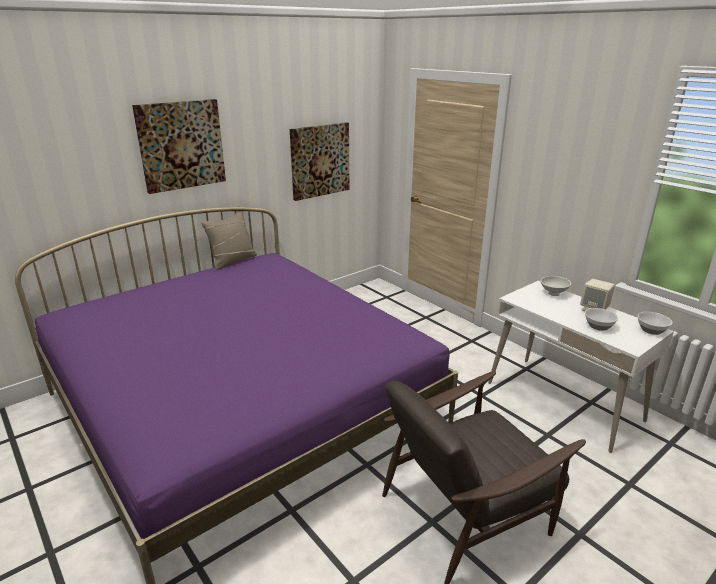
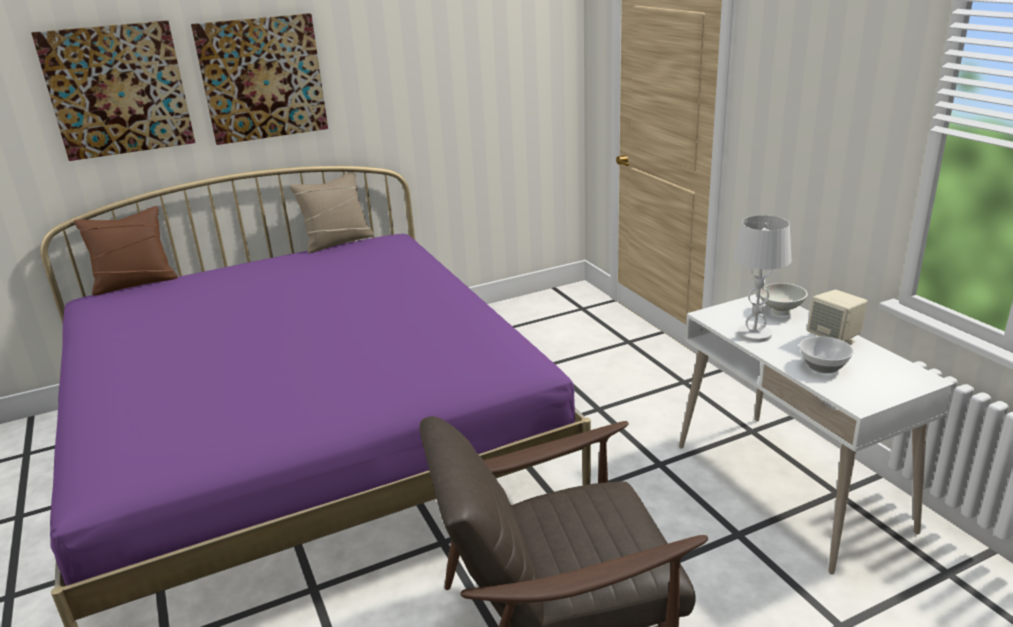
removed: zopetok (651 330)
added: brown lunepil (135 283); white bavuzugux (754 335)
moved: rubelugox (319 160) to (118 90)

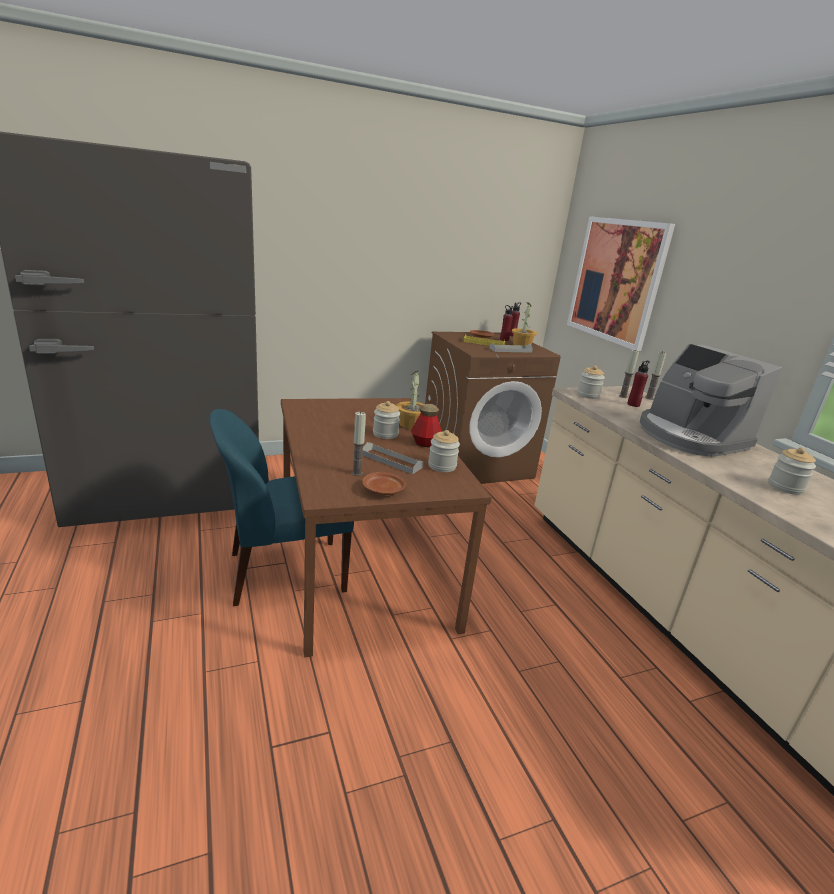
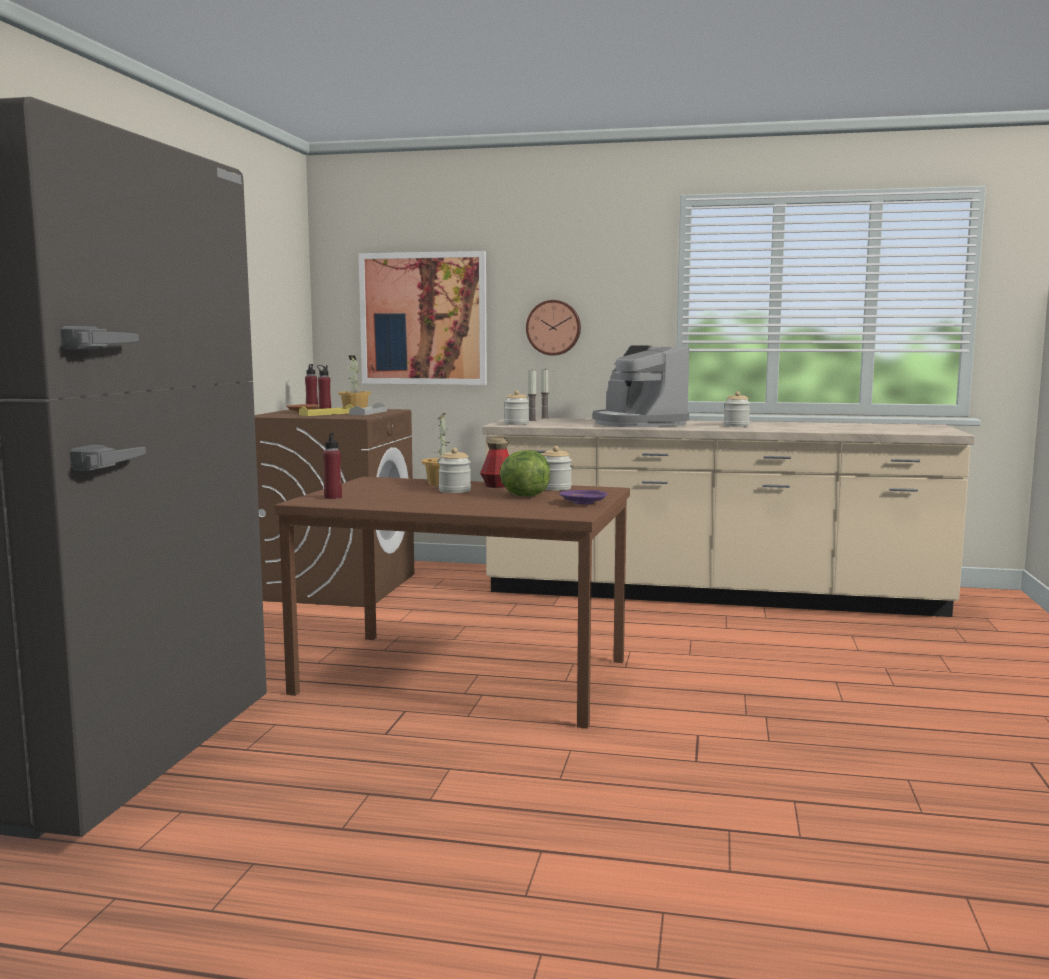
removed: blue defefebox (284 572); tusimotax (357 473)
added: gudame (553 327)
moved: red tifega (633 404) to (333 497)
replaced: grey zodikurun (391 461) to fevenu (523 496)
recoloured: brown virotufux (383 490) to purple virotufux (584 503)
turned: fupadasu (689 437) = (636 423) 60 degrees clockwise

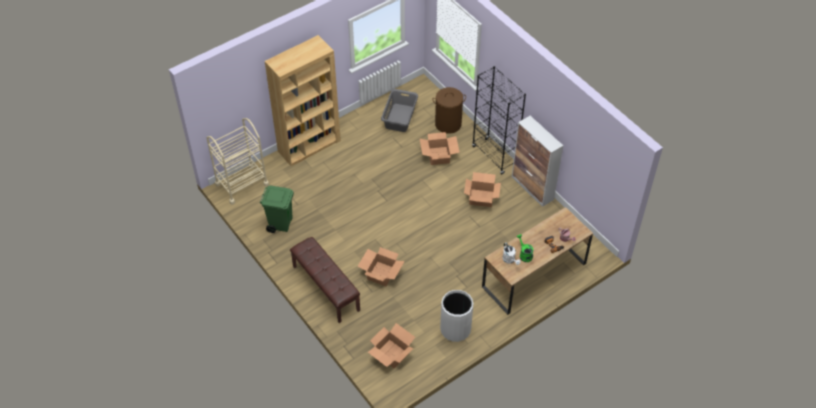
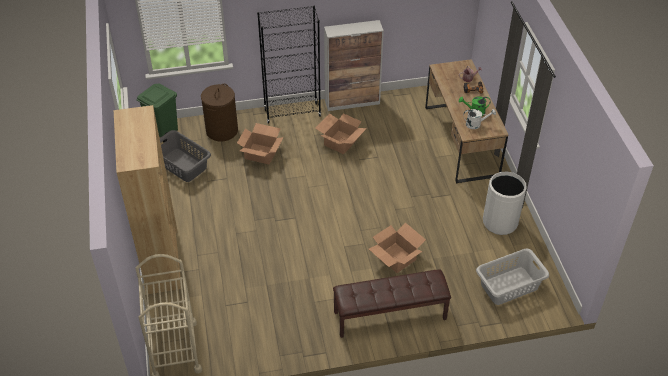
moved: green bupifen (280 223) to (163 132)
replaced: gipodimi (391 354) to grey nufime (509 286)

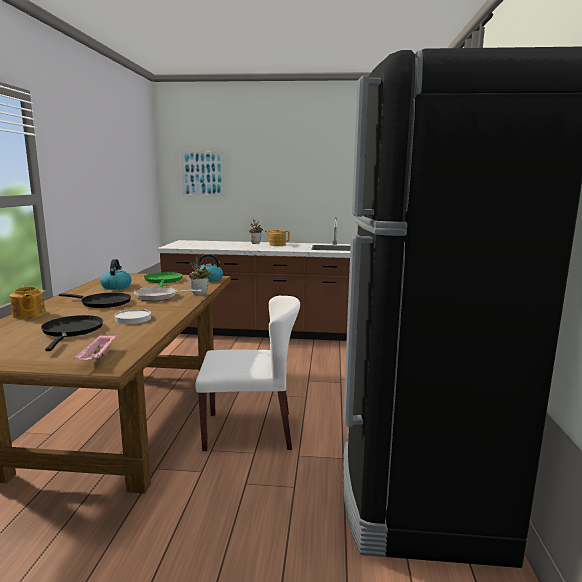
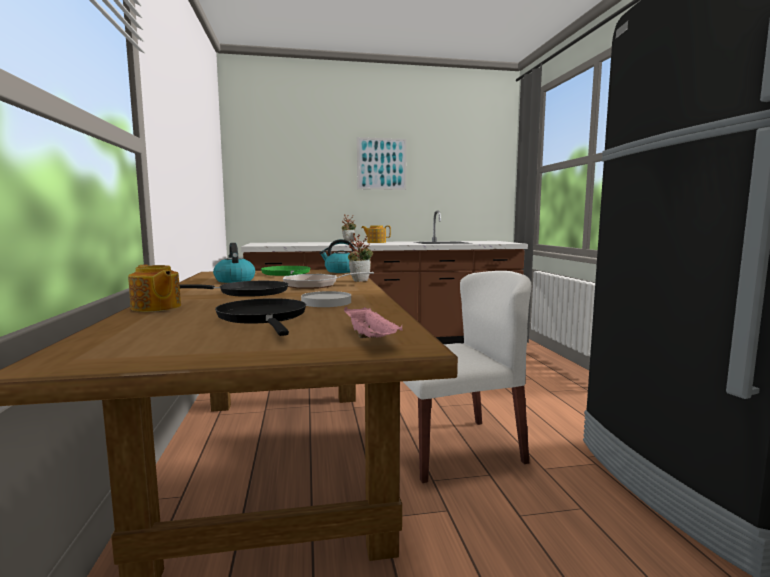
moved: rubelugox (202 174) to (381 164)

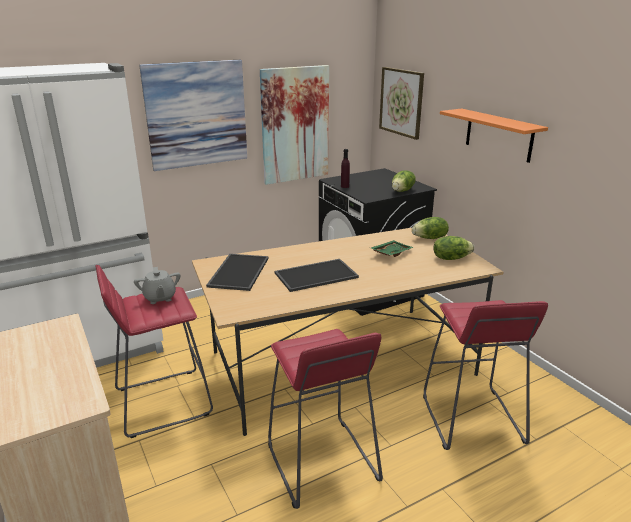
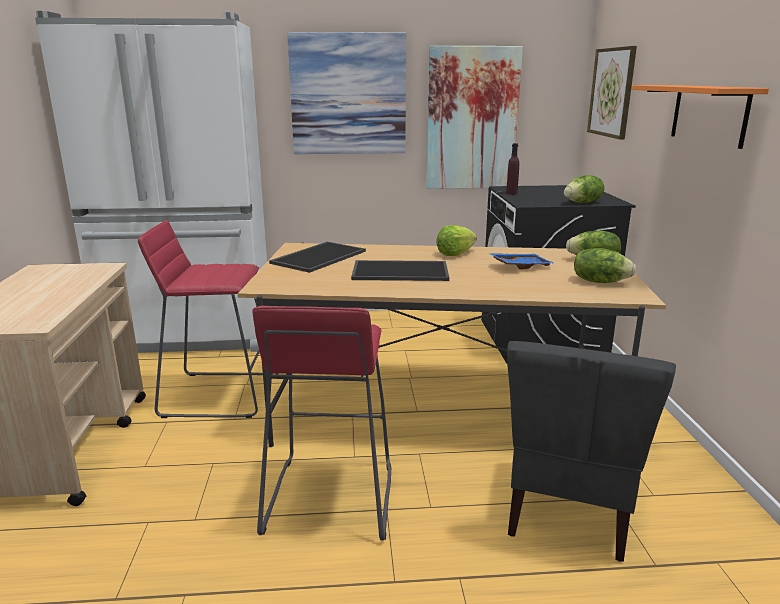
removed: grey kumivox (160 298)
added: fevenu (455 254)
replaced: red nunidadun (471 419) to grey defefebox (568 510)
recoloured: green zodikurun (390 253) to blue zodikurun (520 266)

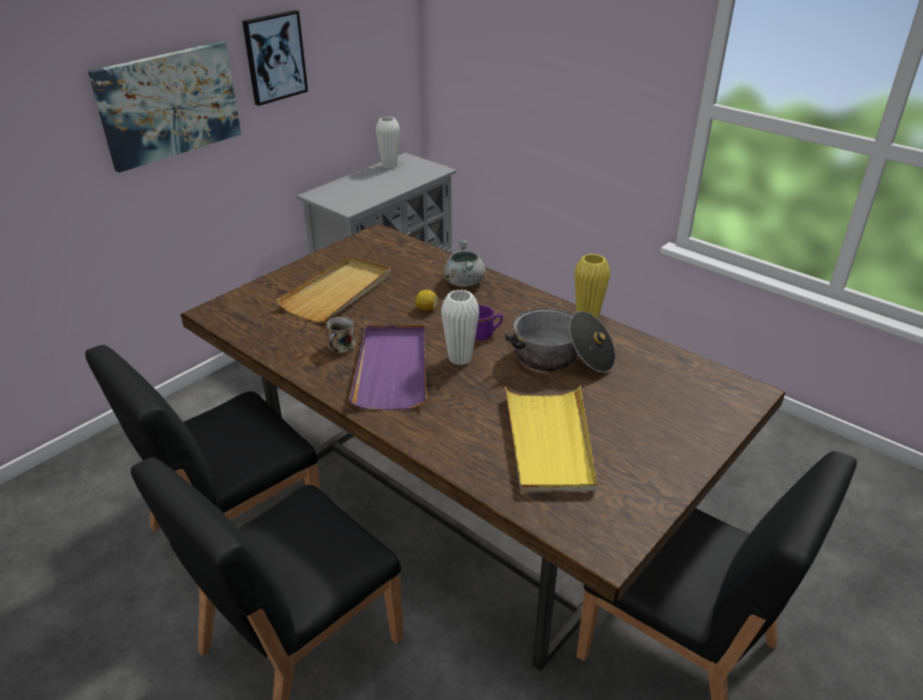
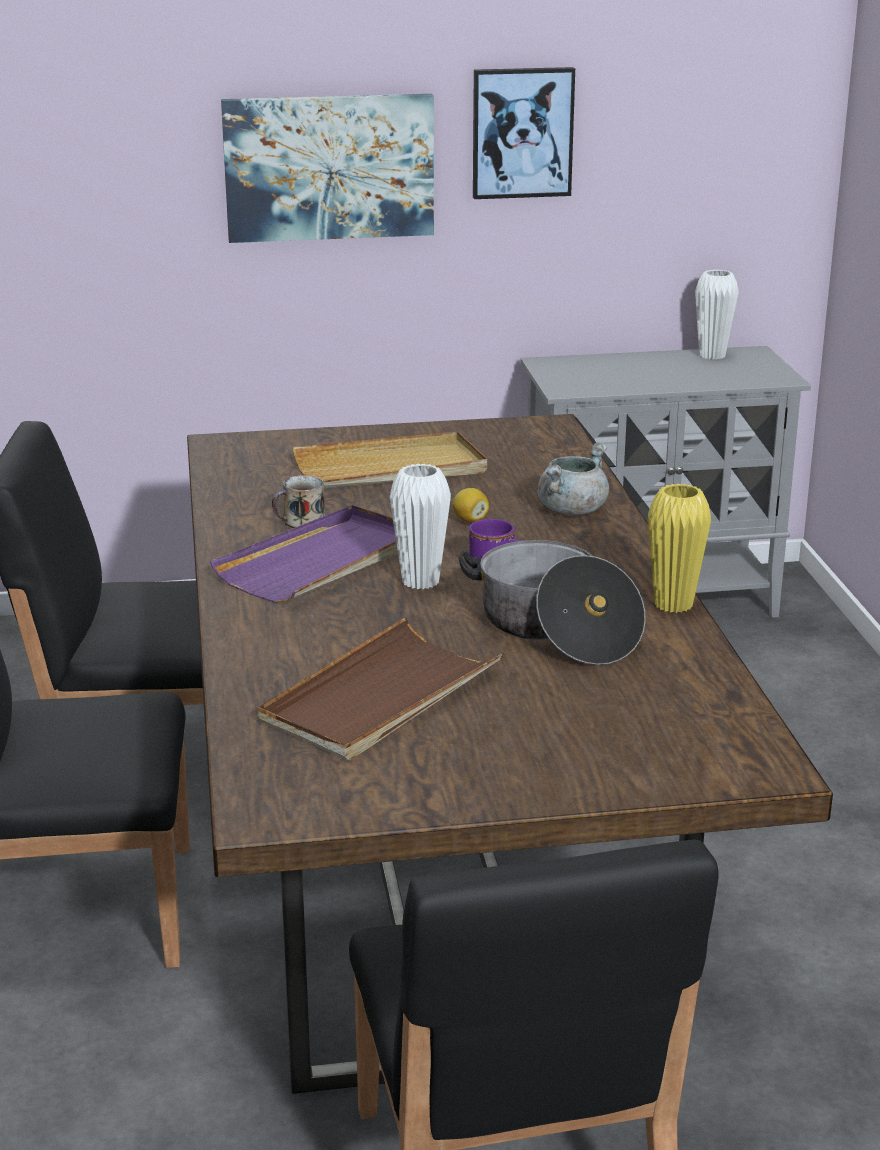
recoloured: yellow zodikurun (549 442) to brown zodikurun (380 697)

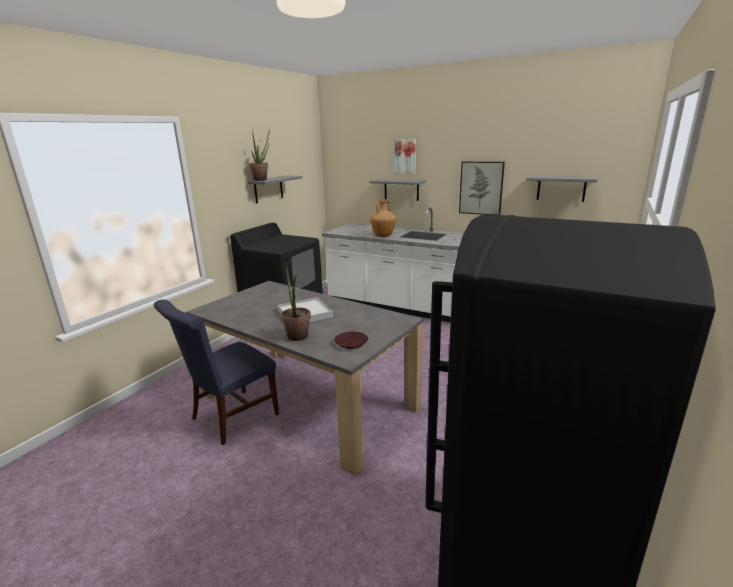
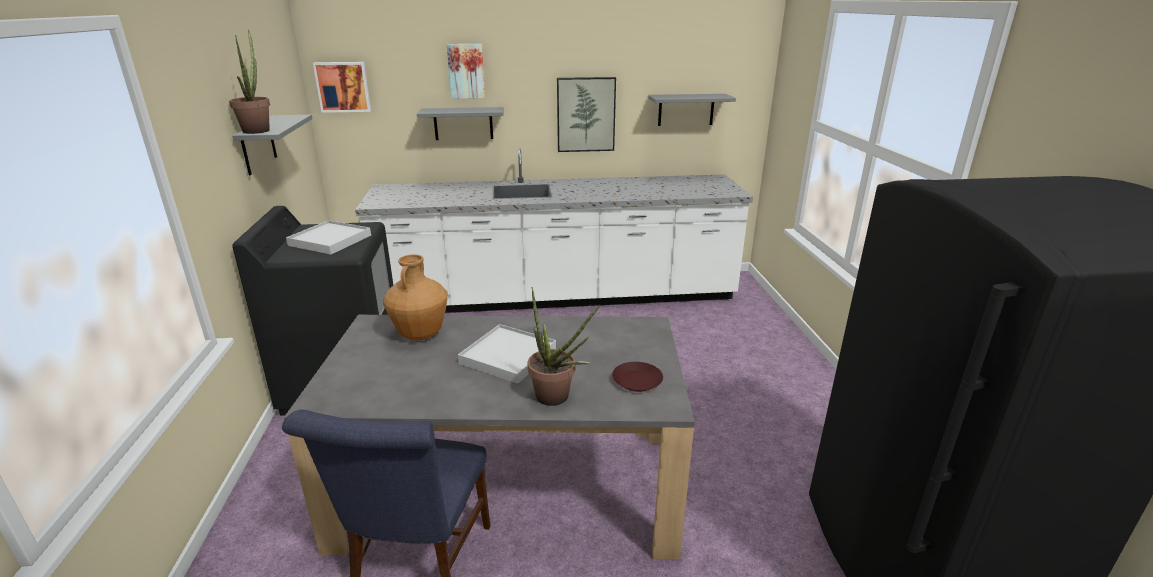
added: white zodikurun (330 240); rubelugox (343 87)
moved: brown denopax (383 236) to (420 335)

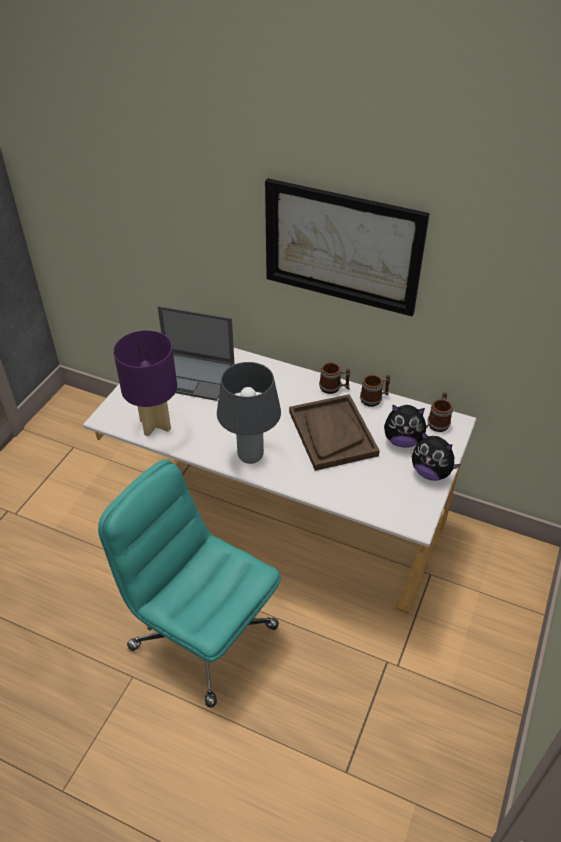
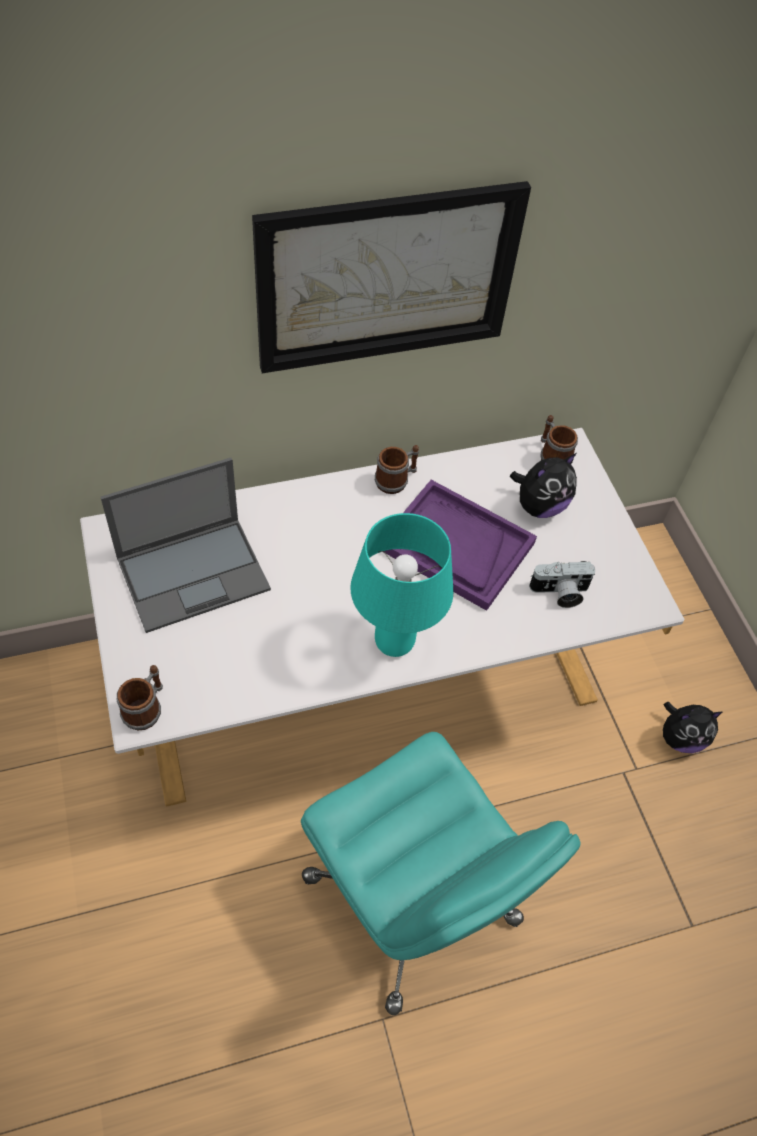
removed: purple bavuzugux (156 425)
added: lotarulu (560 593)
moved: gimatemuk (374 399) to (146 708); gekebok (431 472) to (680 738)
recoloured: grey bavuzugux (250 455) to turquoise bavuzugux (393 641); brown zodikurun (332 433) to purple zodikurun (456 546)
turned: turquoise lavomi (202 636) = (413 901) 120 degrees counterclockwise

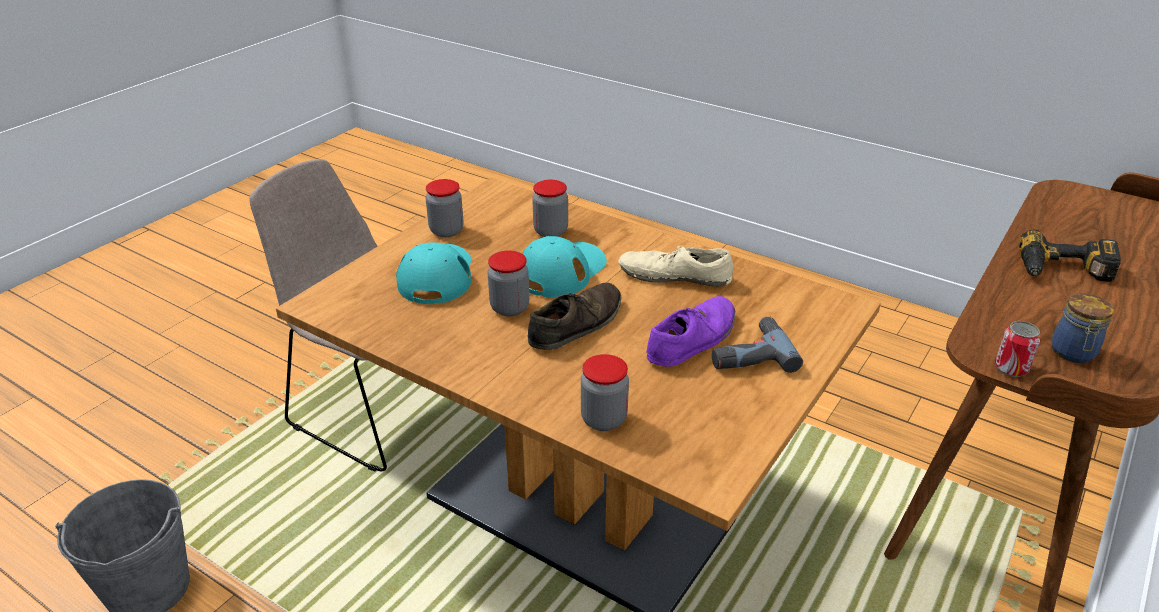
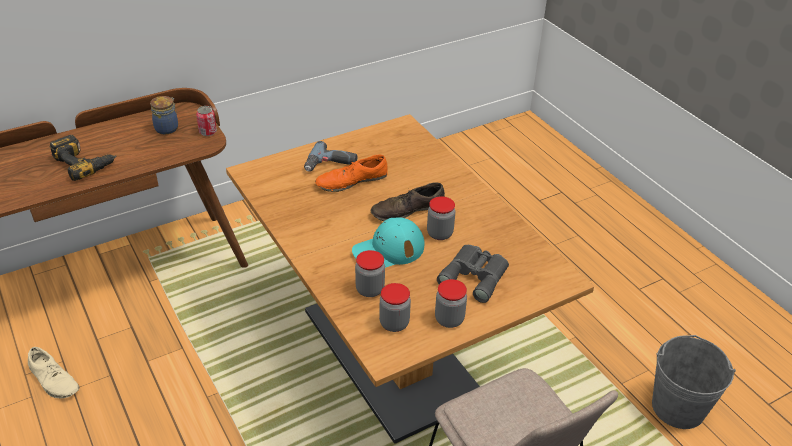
moved: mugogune (603 419) to (394 323); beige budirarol (674 275) to (54 380)
replaced: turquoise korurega (436 276) to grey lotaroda (475 275)
recoloured: purple budirarol (692 339) to orange budirarol (351 181)

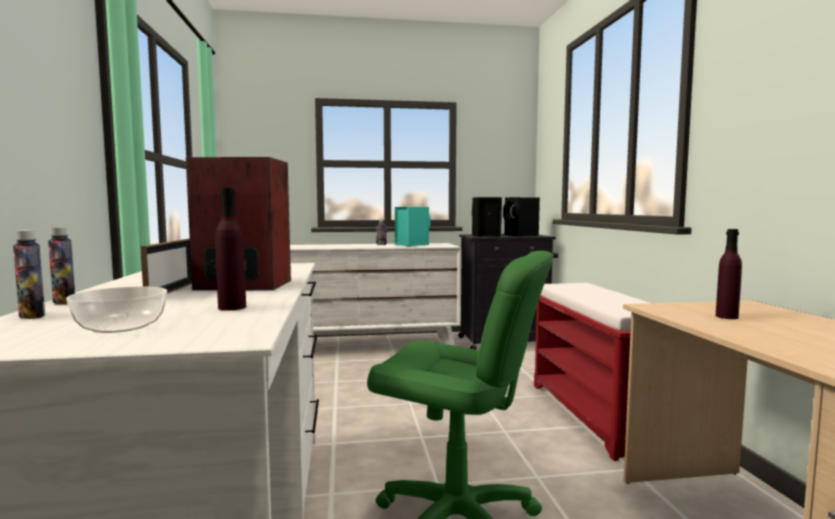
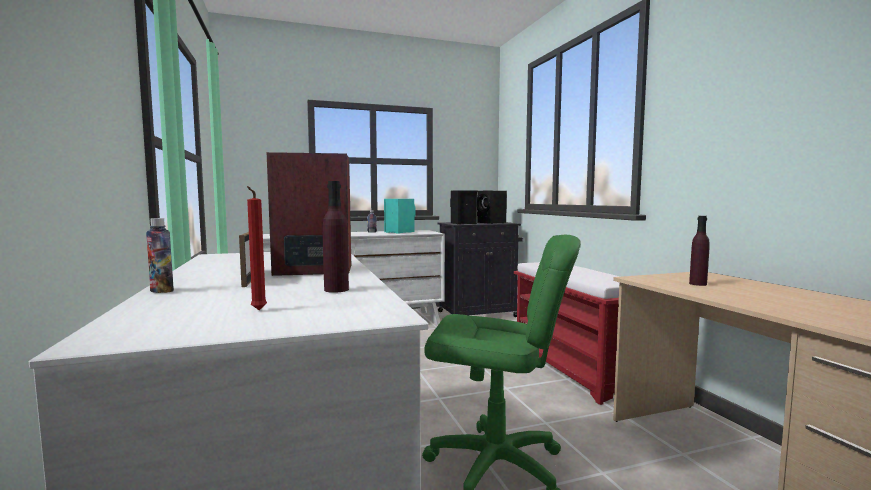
removed: tifega (32 316)
replaced: zopetok (119 327) to red tusimotax (257 311)

